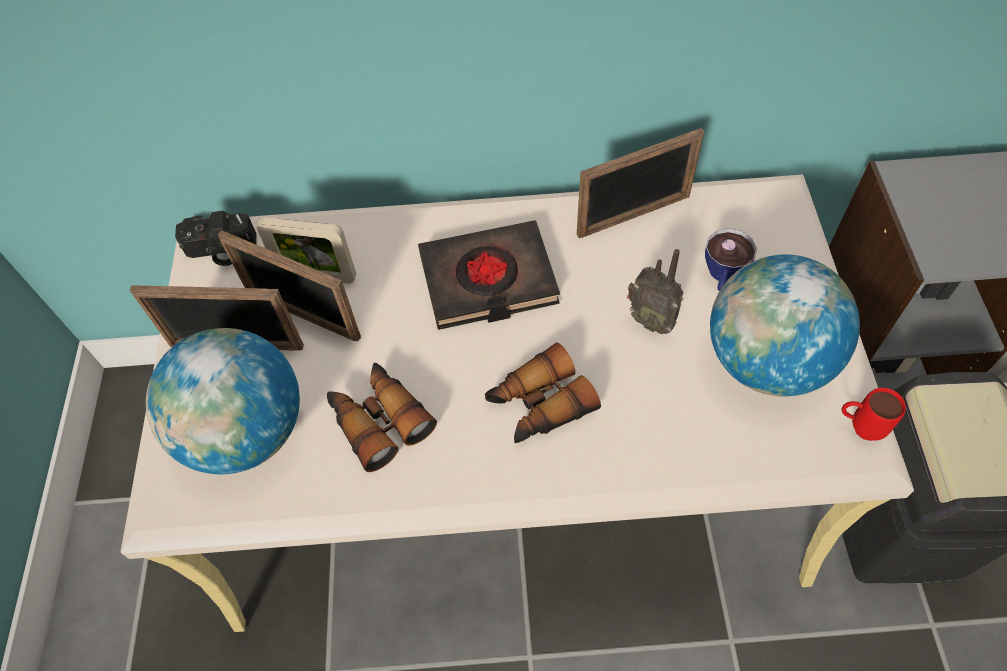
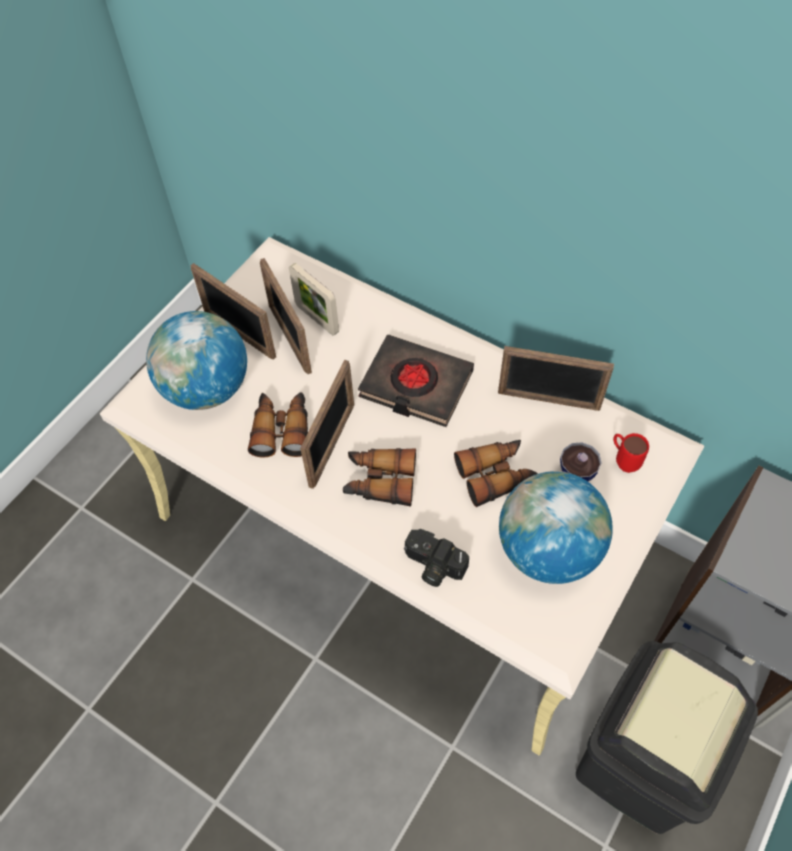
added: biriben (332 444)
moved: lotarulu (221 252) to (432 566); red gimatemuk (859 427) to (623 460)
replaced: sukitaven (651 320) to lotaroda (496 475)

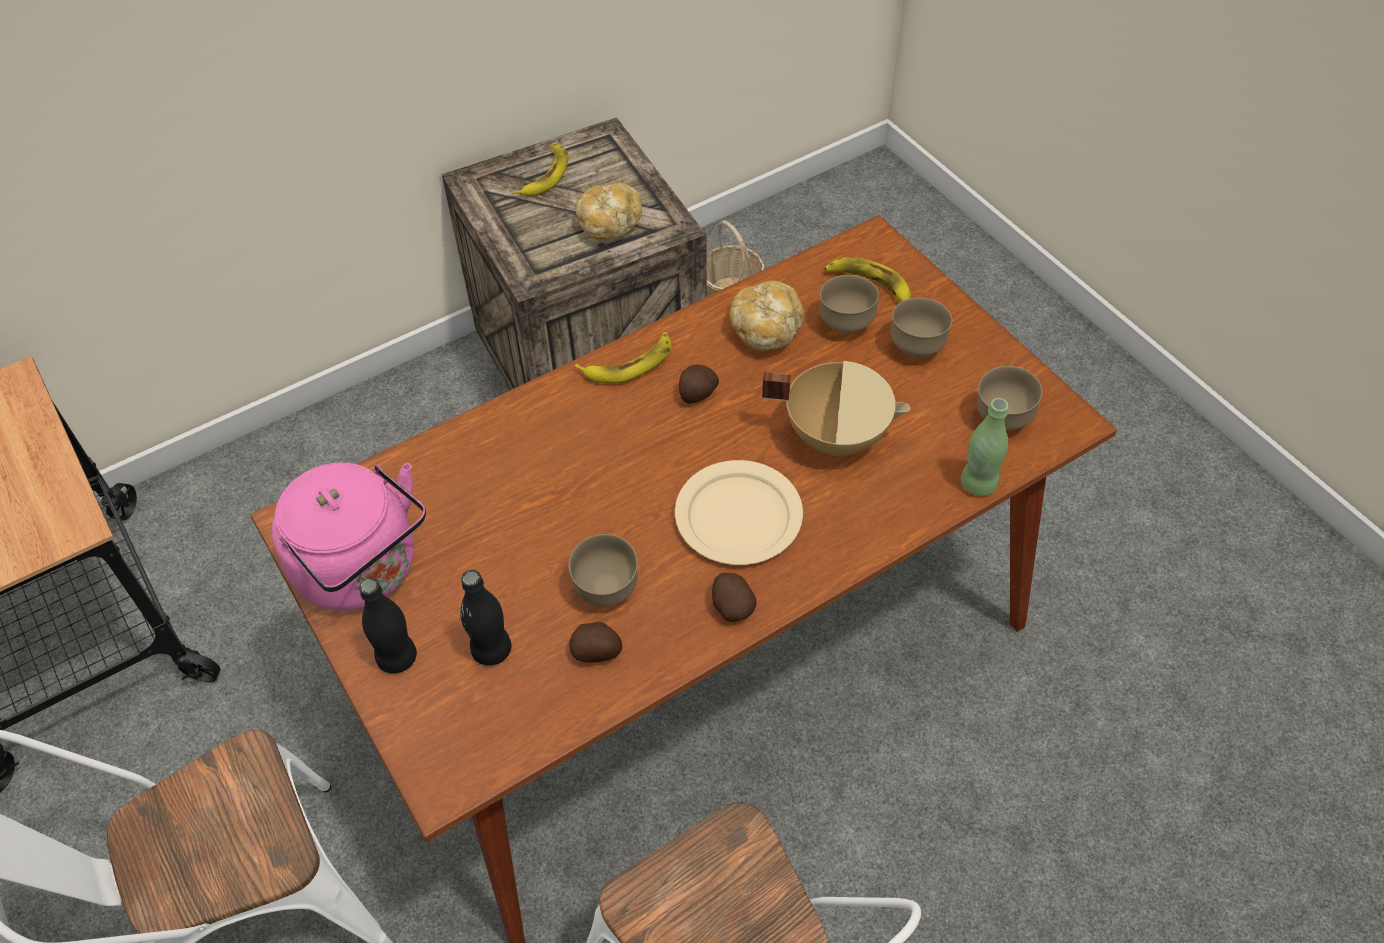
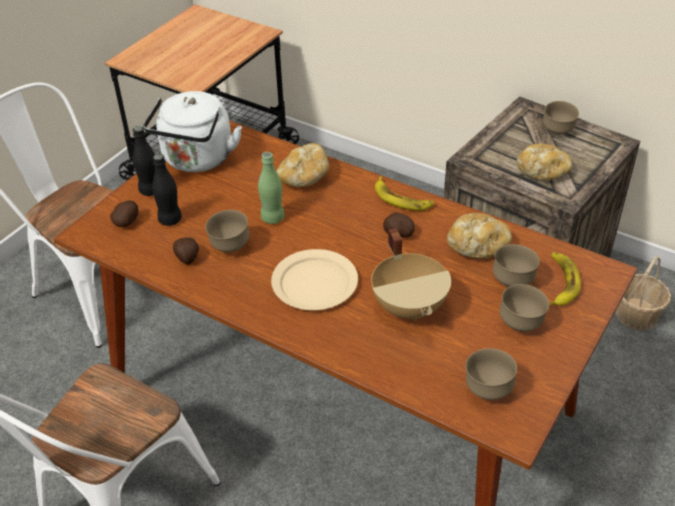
added: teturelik (304 178)
moved: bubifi (731 606) to (127 222); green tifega (978 483) to (272 218)
replaced: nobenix (545 175) to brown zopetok (557 132)
recoloured: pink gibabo (364 571) to white gibabo (197 160)

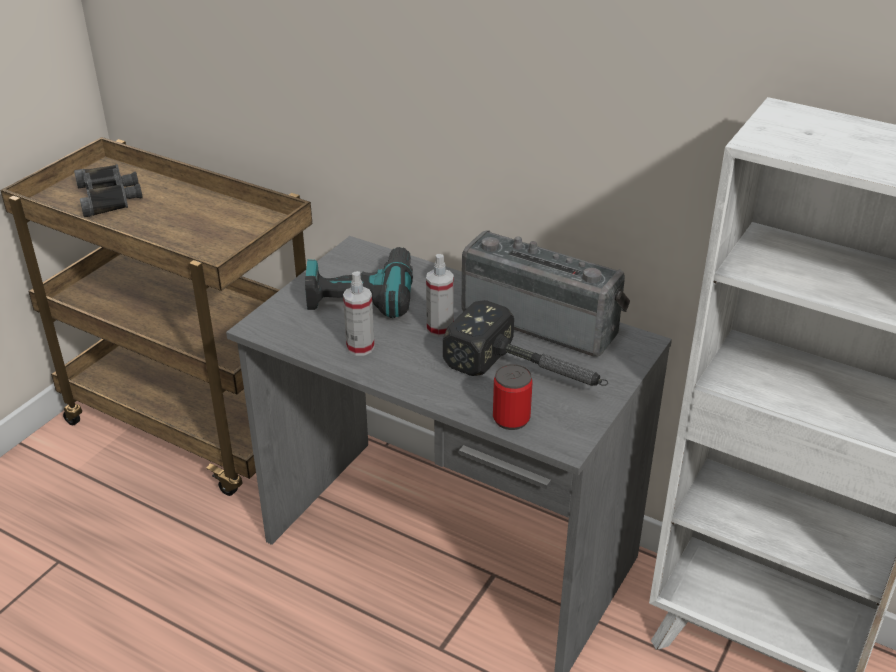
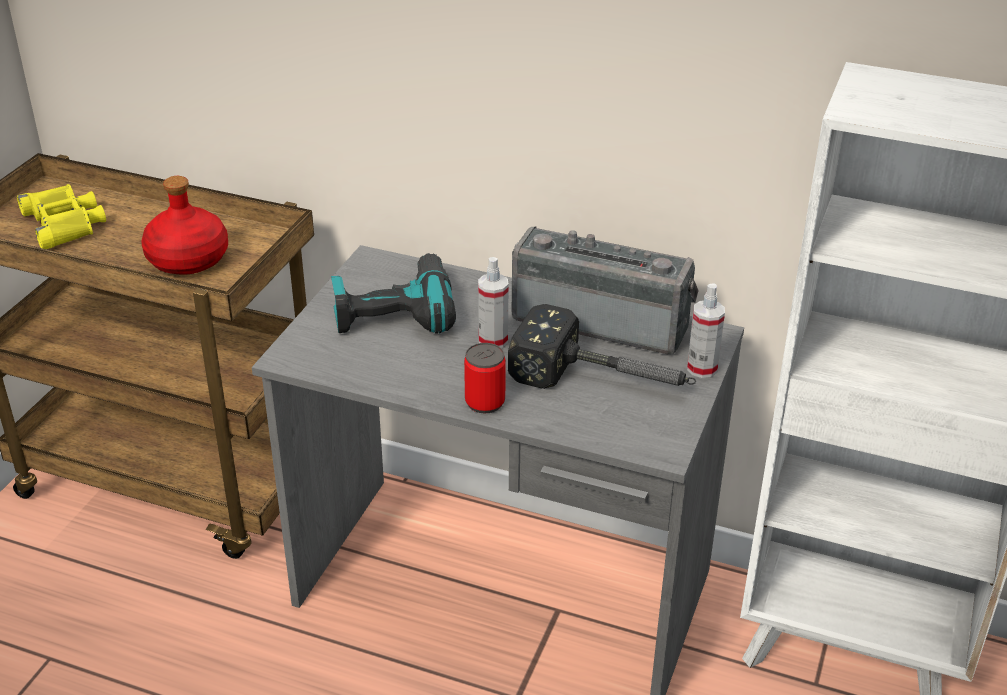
added: red tifega (189 259)
moved: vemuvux (360 347) to (702 368); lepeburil (511 419) to (485 402)
recoloured: black lotaroda (109 197) to yellow lotaroda (64 223)

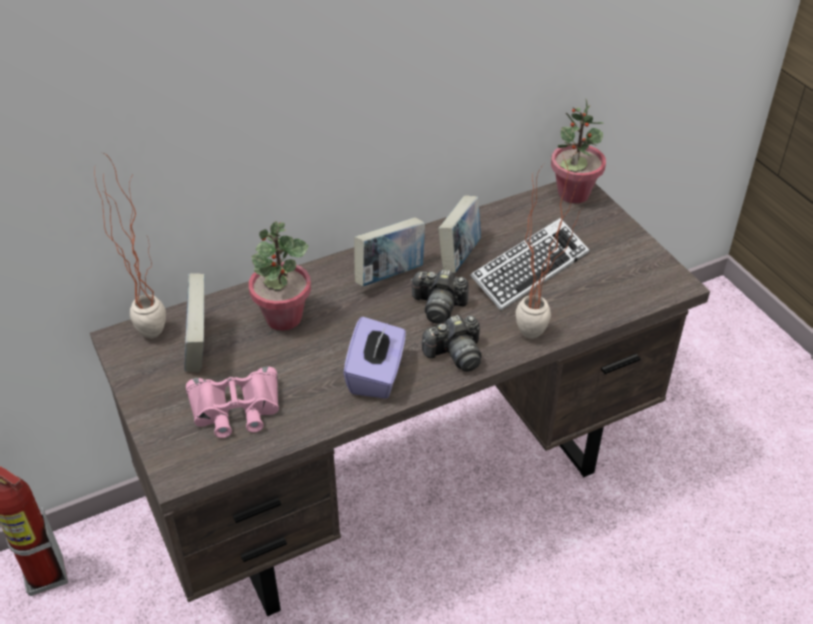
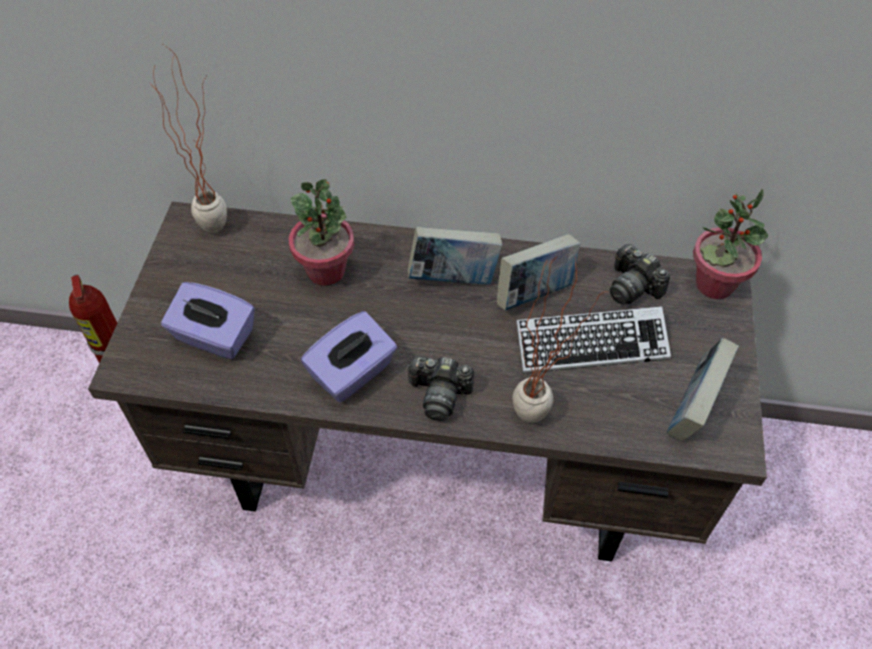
moved: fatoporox (199 347) to (692 410); lotarulu (438 306) to (632 286)
replaced: pink lotaroda (236 409) to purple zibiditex (214 337)

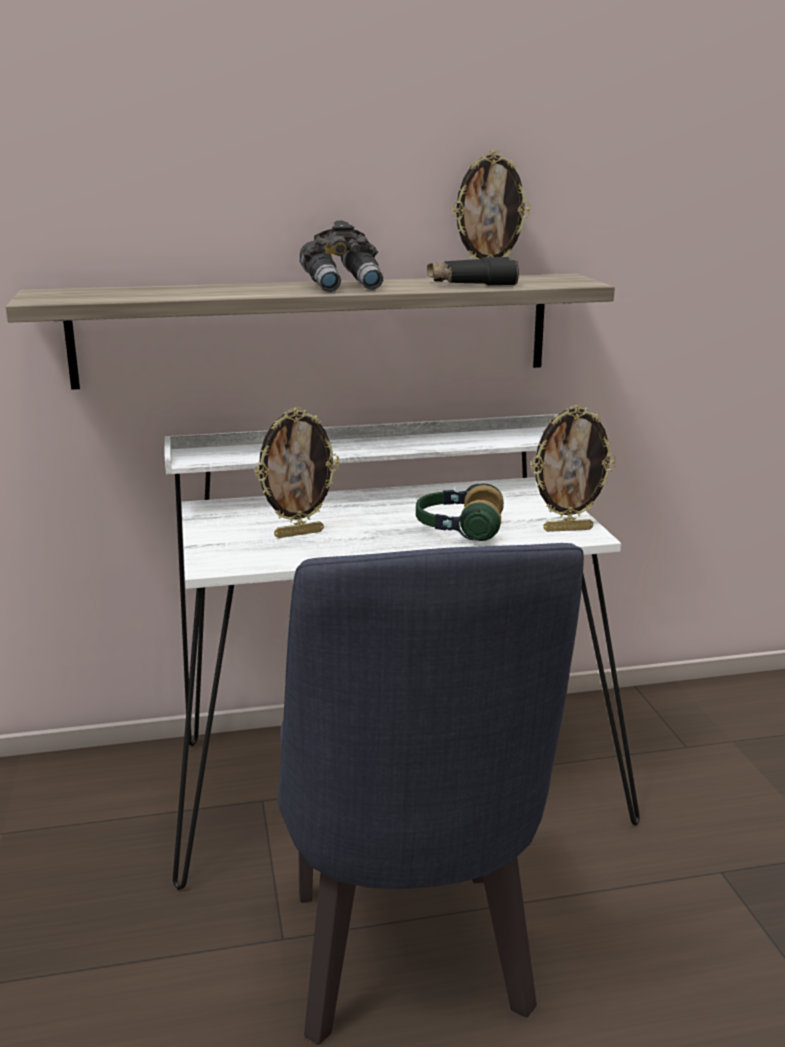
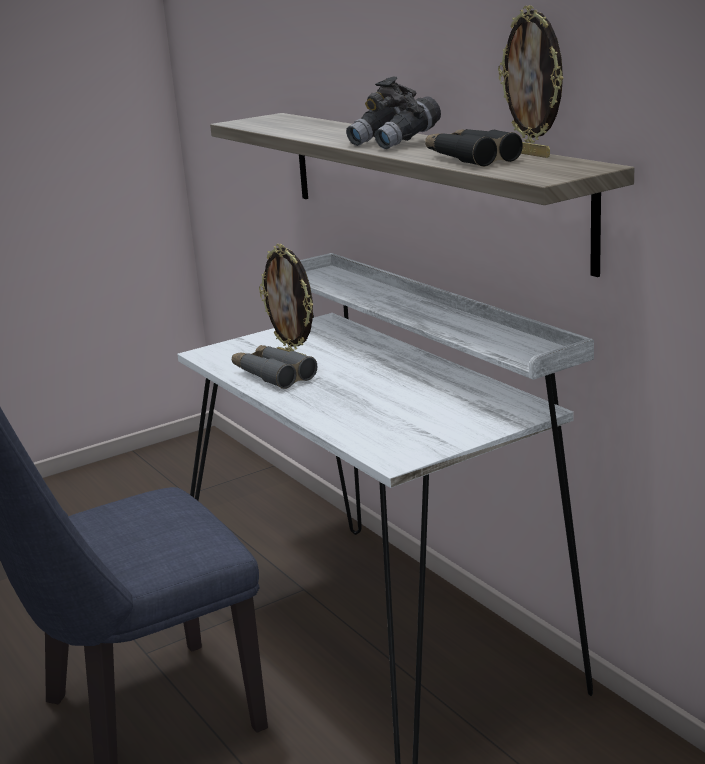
removed: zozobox (458 530); biriben (567 529)
added: grey lotaroda (273 375)

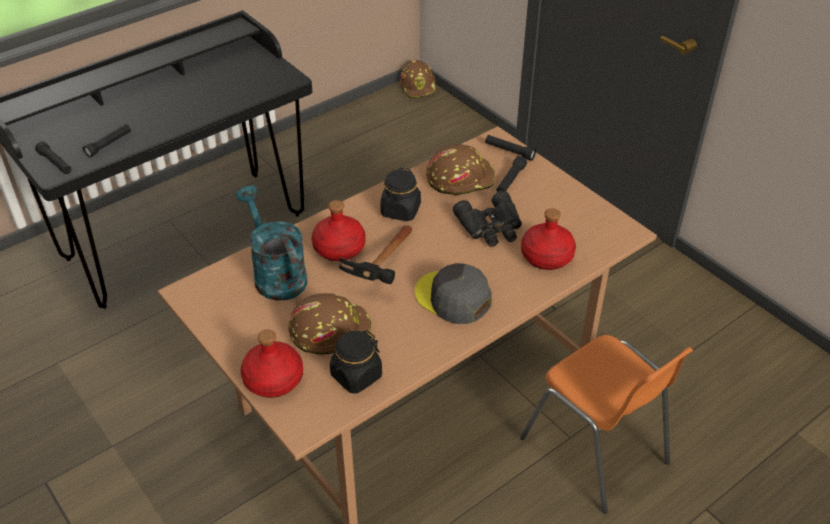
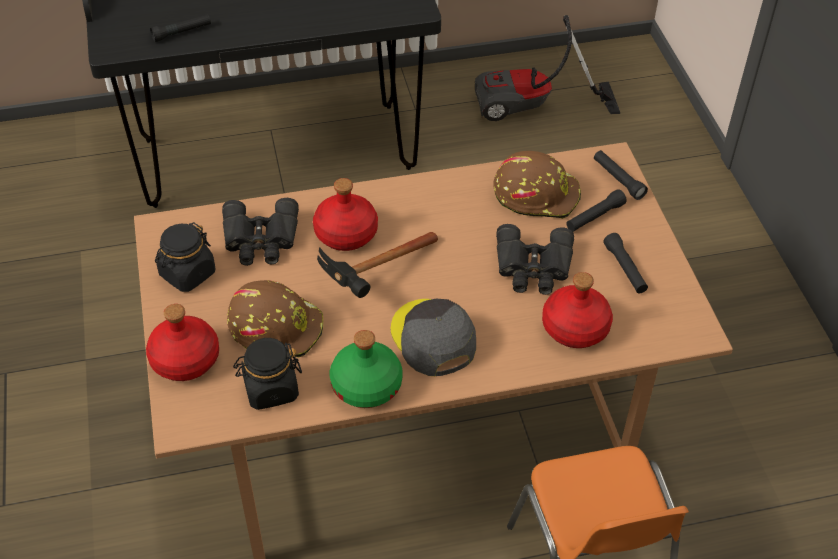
removed: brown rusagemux (419 87)
added: green tifega (367 385); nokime (533 108)
moved: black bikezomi (55 163) to (625 269); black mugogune (400 210) to (187 274)
replaced: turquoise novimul (275 274) to black lotaroda (261 240)

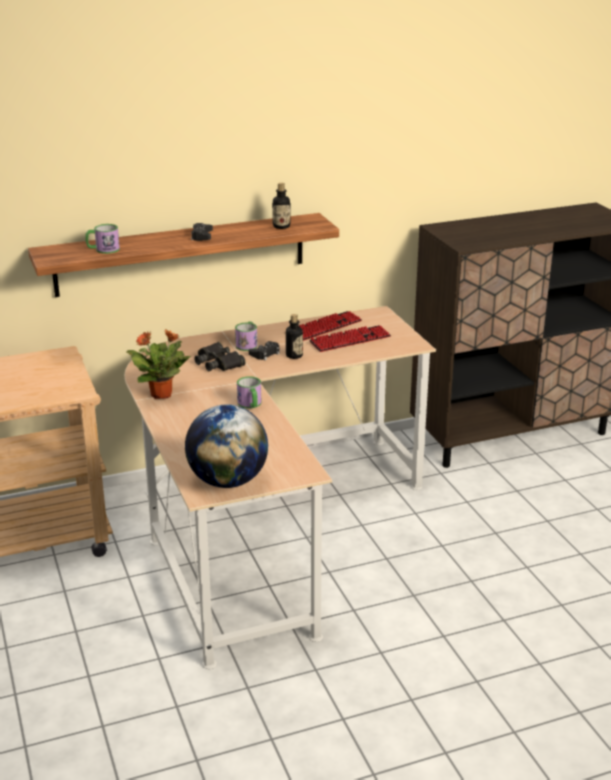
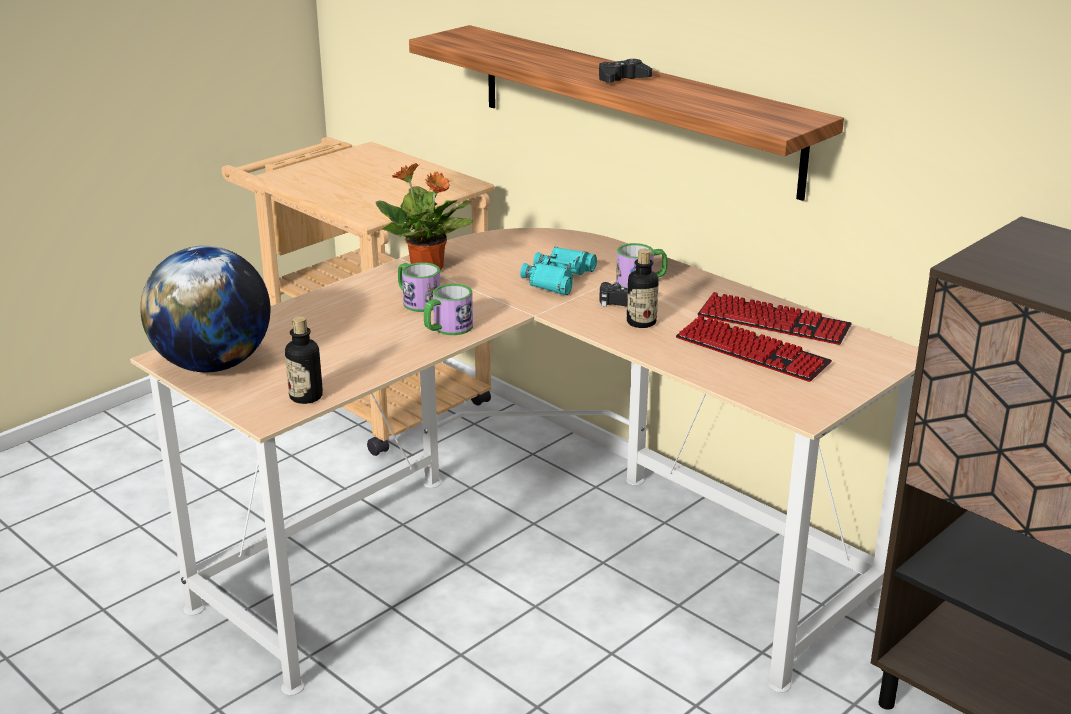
moved: gimatemuk (103 250) to (417 301); tifega (281 226) to (306 396)
recoloured: black lotaroda (218 363) to turquoise lotaroda (558 278)

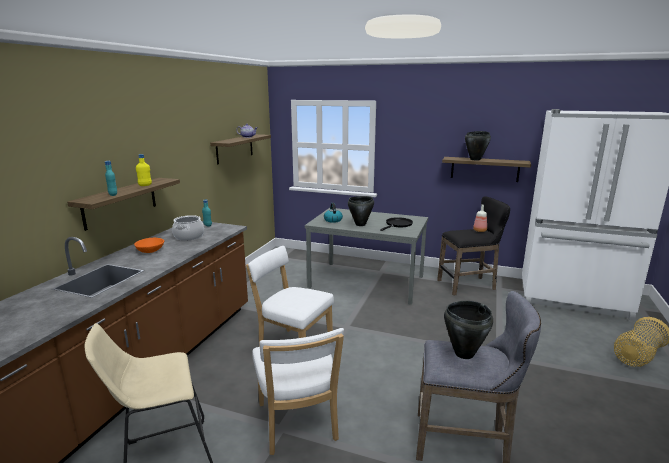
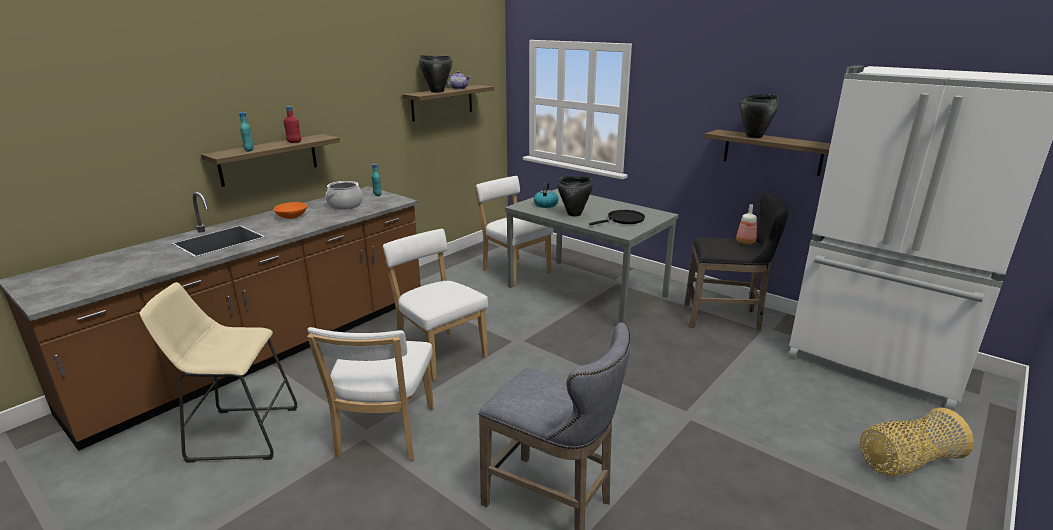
added: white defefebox (514 270)
moved: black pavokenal (463 353) to (437 91)
recoloured: yellow tifega (145 185) to red tifega (294 142)

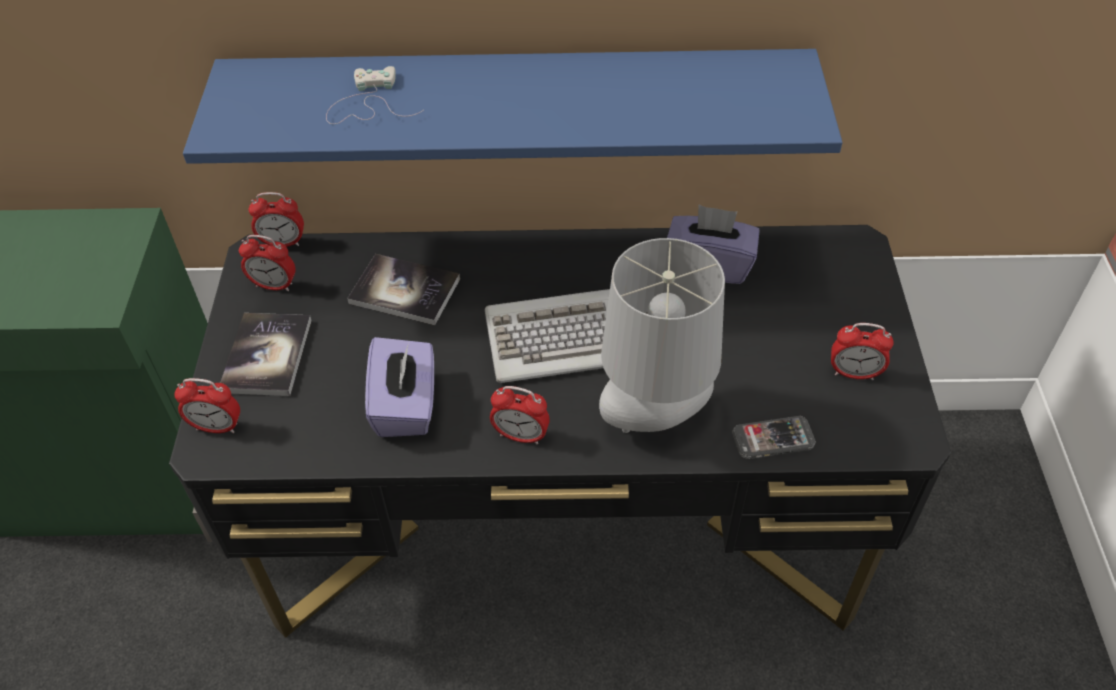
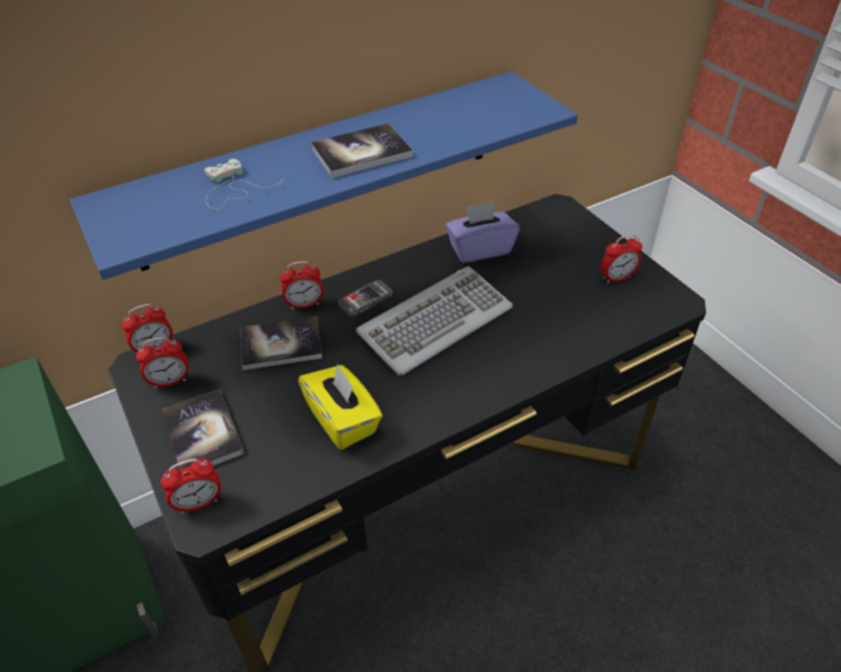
removed: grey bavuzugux (655 417)
added: fatoporox (361 152)
moved: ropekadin (521 435) to (305 304); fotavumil (773 439) to (365 299)
recoloured: purple zibiditex (406 406) to yellow zibiditex (343 420)

